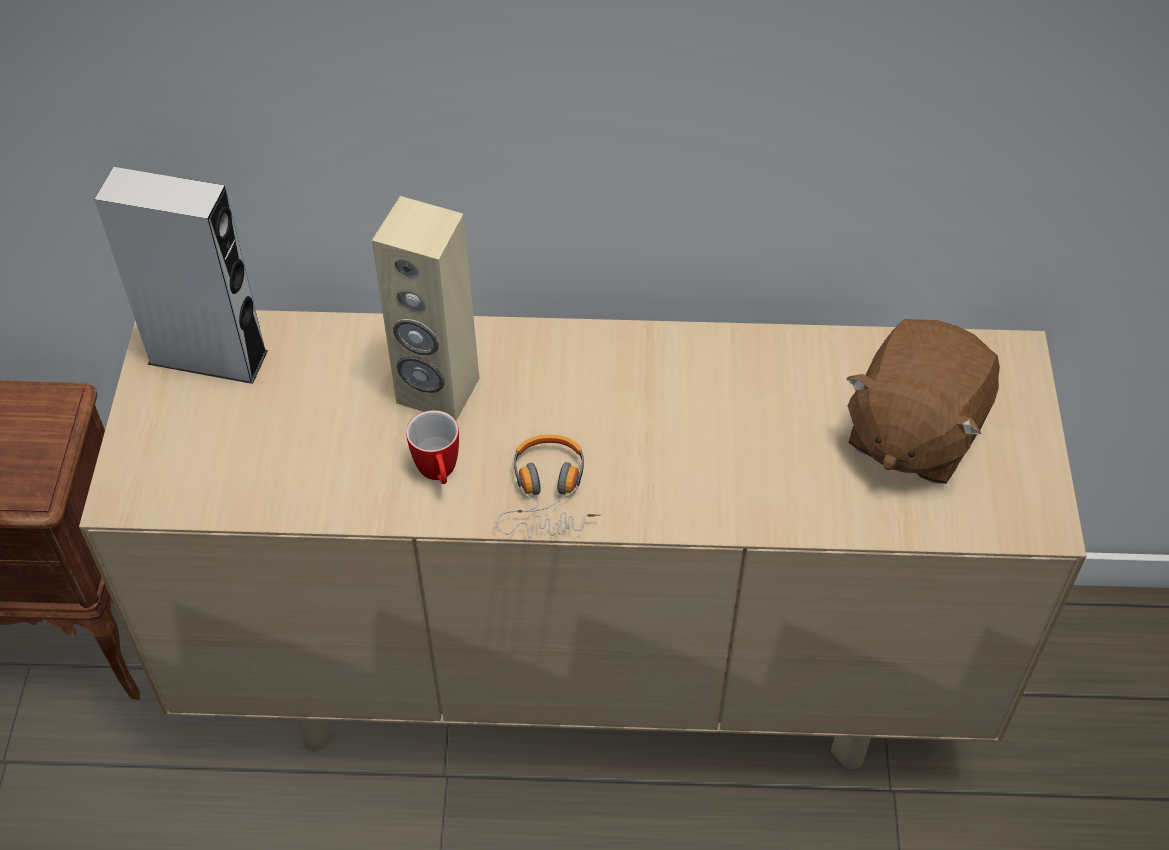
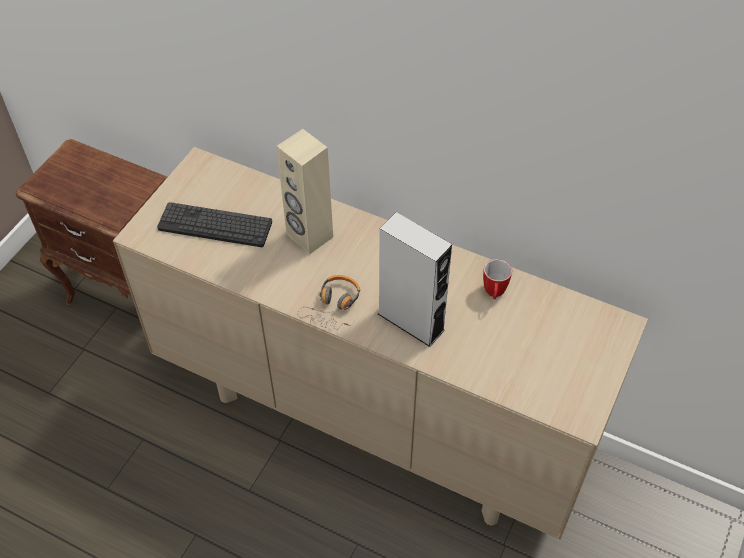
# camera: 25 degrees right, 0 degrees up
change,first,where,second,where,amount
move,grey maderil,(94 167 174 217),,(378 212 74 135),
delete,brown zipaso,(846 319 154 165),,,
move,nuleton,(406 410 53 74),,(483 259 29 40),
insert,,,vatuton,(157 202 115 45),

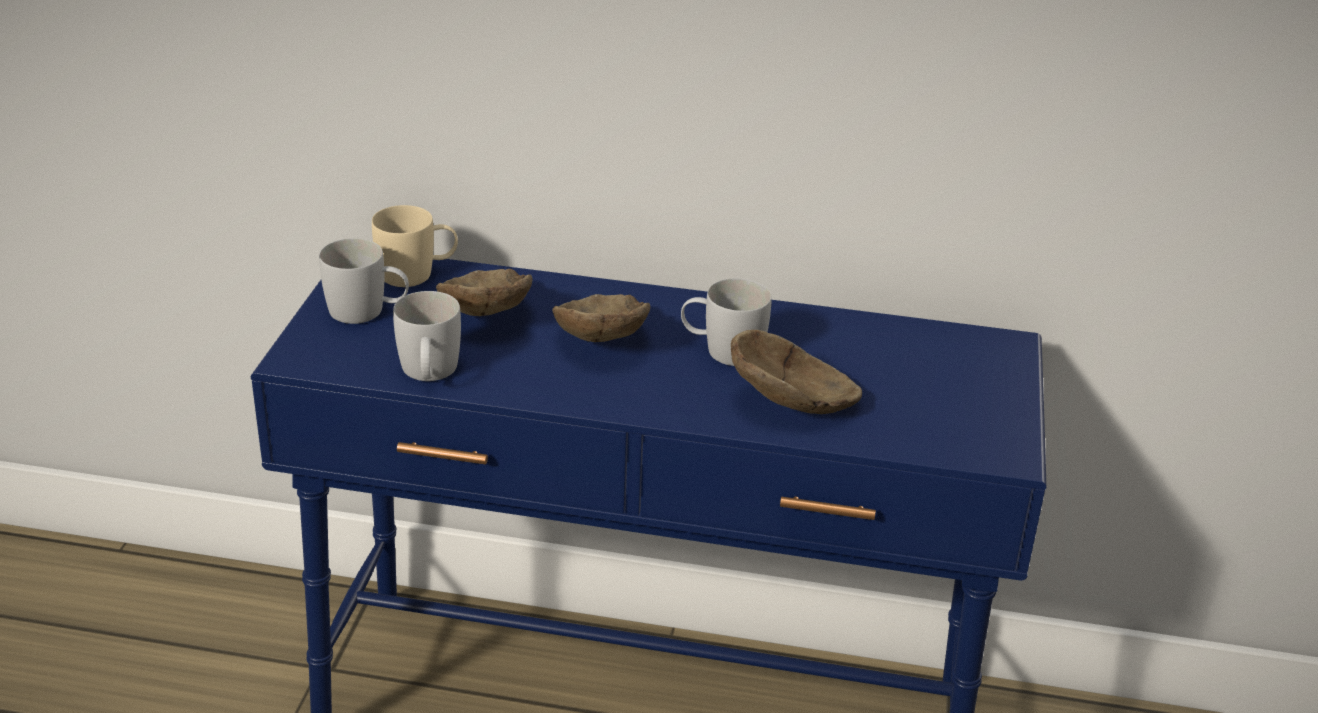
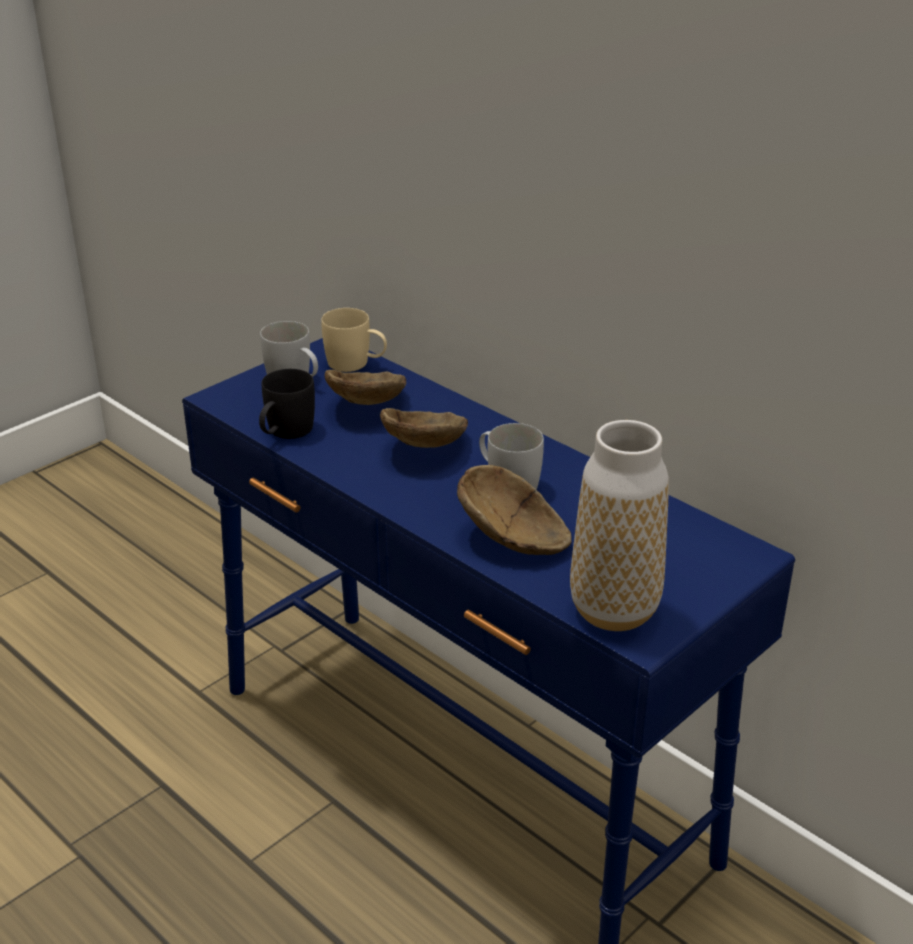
# camera: 35 degrees right, 0 degrees up
change,first,where,second,where,amount
recolor,white nuleton,(393 291 68 90),black nuleton,(259 369 56 70),
insert,,,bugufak,(570 420 99 211),

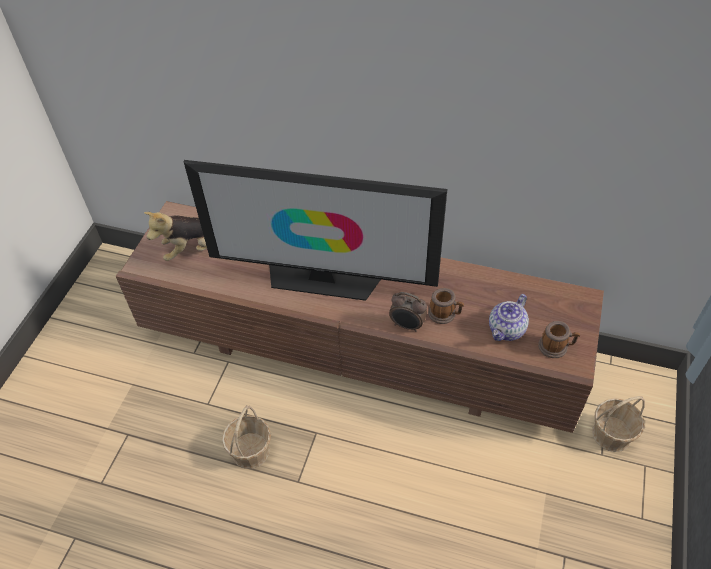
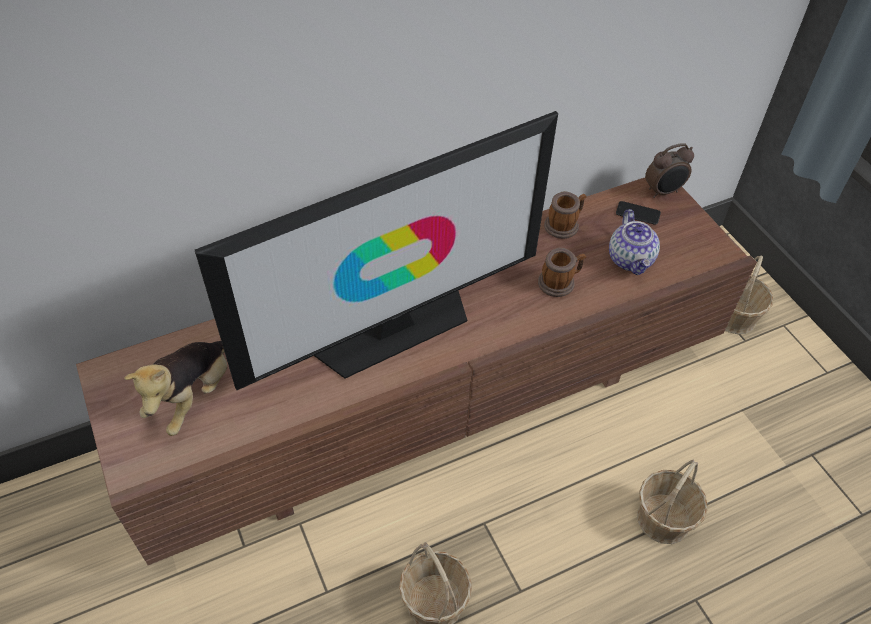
# camera: 45 degrees left, 0 degrees up
change,first,where,second,where,amount
move,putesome,(389 292 38 40),,(645 143 49 55),
move,nuleton,(538 321 42 37),,(544 191 43 48),
insert,,,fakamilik,(616 201 45 24),
insert,,,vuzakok,(637 459 71 85),

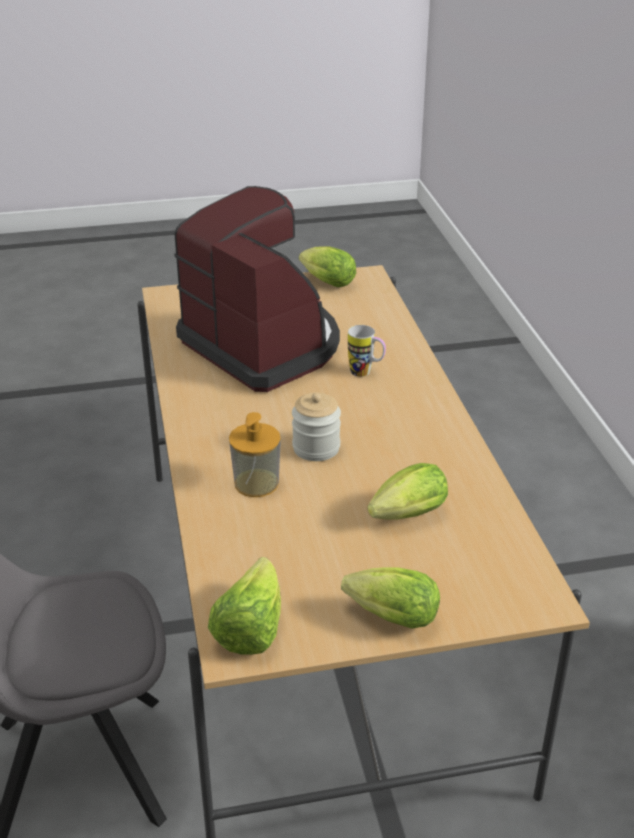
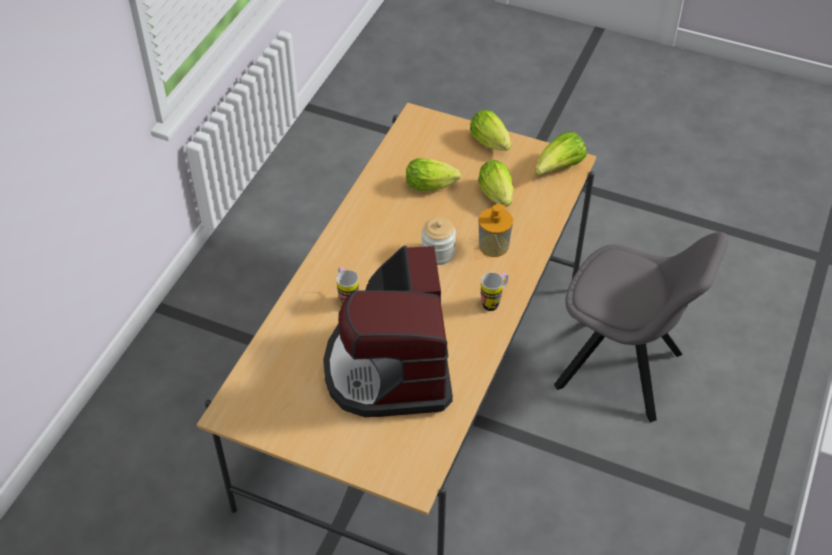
# camera: 145 degrees left, 15 degrees up
change,first,where,second,where,amount
move,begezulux,(299 246 57 41),,(478 160 35 47),
insert,,,nuleton,(481 273 28 38),

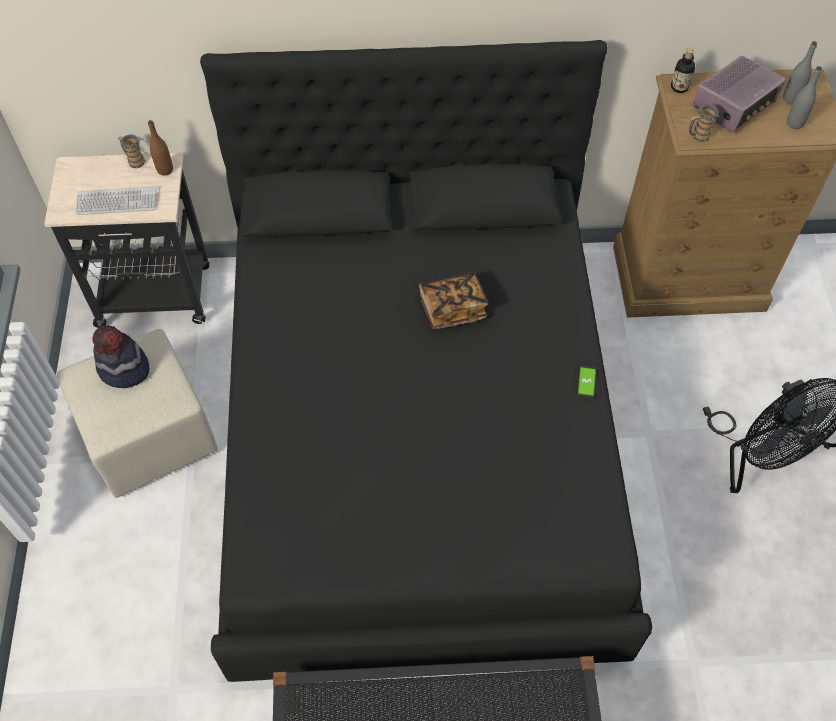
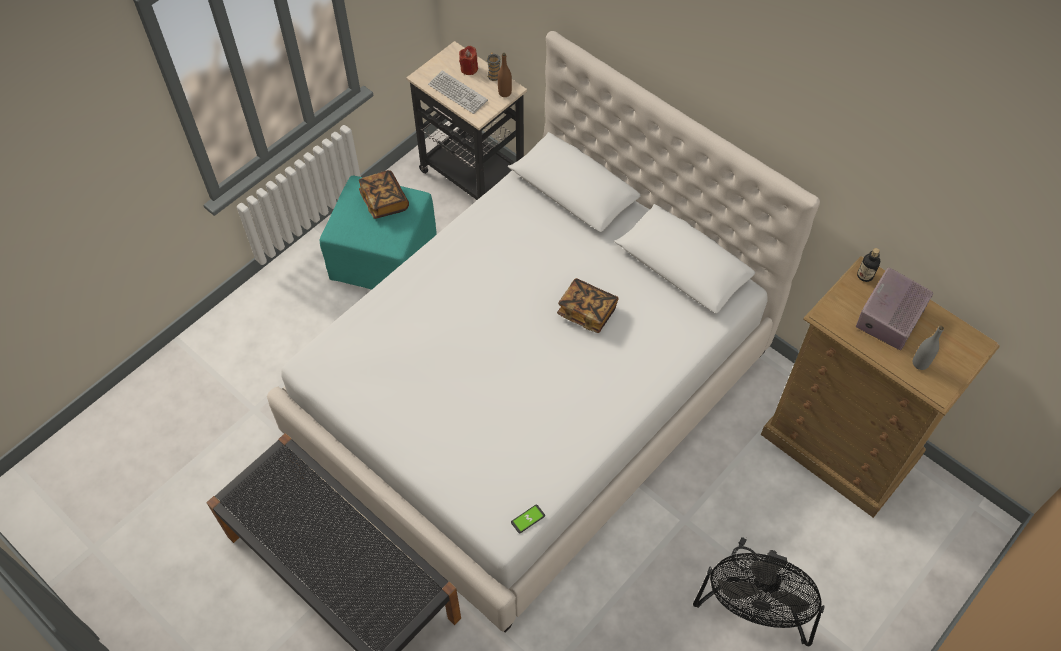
# camera: 45 degrees right, 0 degrees up
change,first,where,second,where,amount
recolor,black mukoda,(200 40 452 642),white mukoda,(267 31 553 602),
delete,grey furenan,(783 41 34 64),,,
rotate,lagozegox,(692 56 94 77),,(856 268 77 82),120 degrees clockwise
delete,nuleton,(689 104 30 38),,,
replace,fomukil,(92 325 58 63),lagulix,(359 170 50 49),
recolor,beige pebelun,(57 329 161 169),turquoise pebelun,(320 176 117 114),
move,fakamilik,(577 365 20 34),,(511 505 34 28),
insert,,,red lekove,(459 46 19 29),

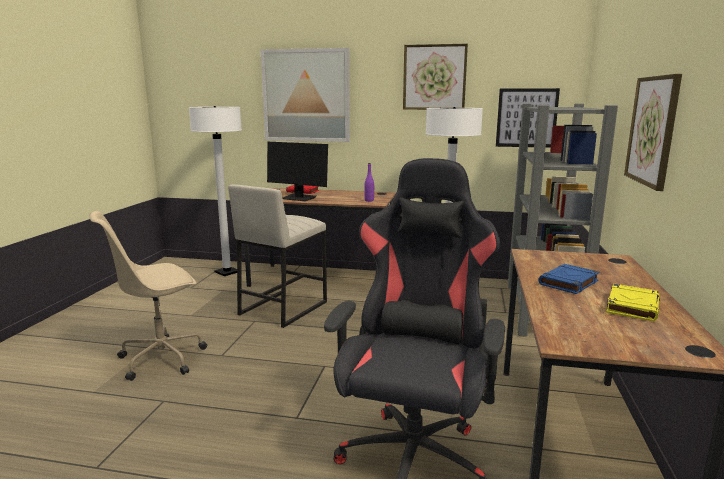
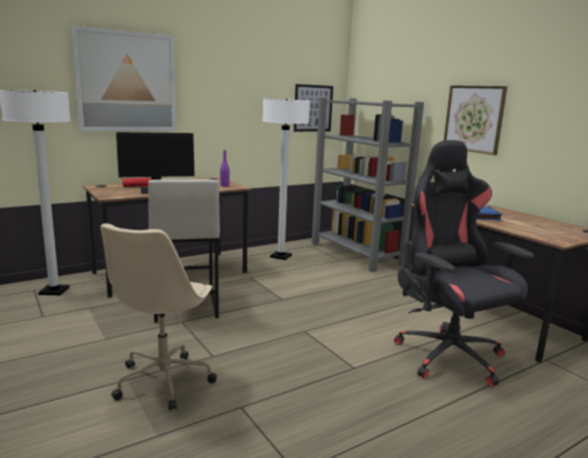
# camera: 45 degrees left, 0 degrees up
change,first,where,second,where,amount
delete,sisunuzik,(403 44 65 66),,,
delete,yellow lagulix,(606 284 54 37),,,

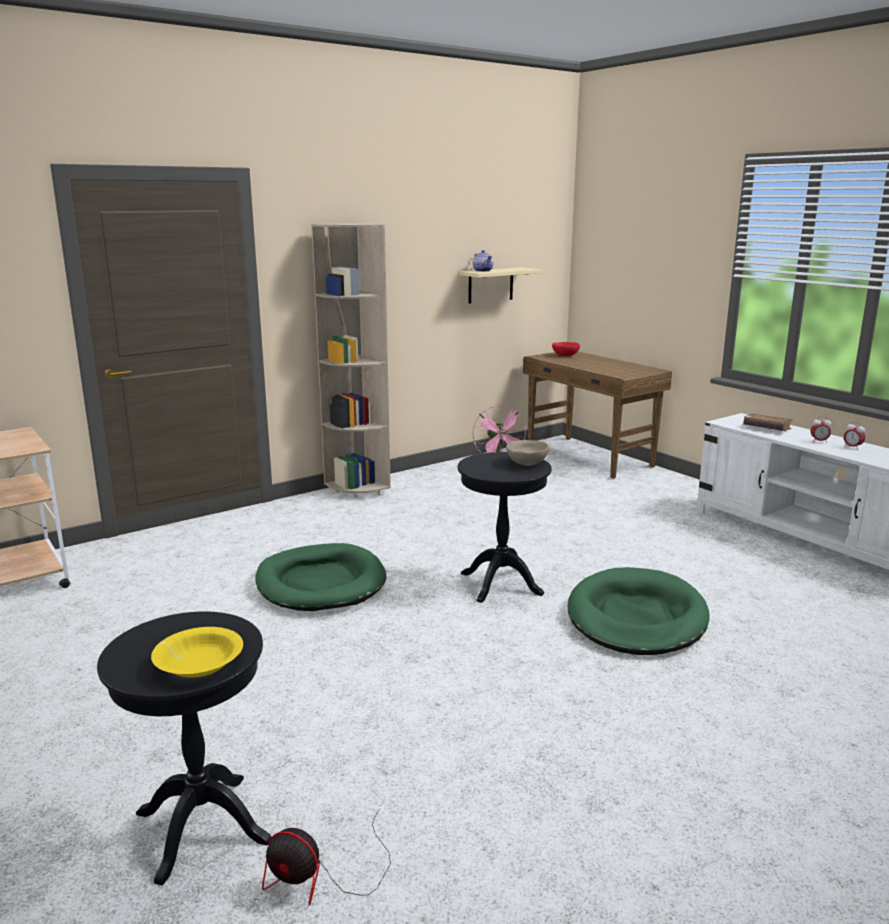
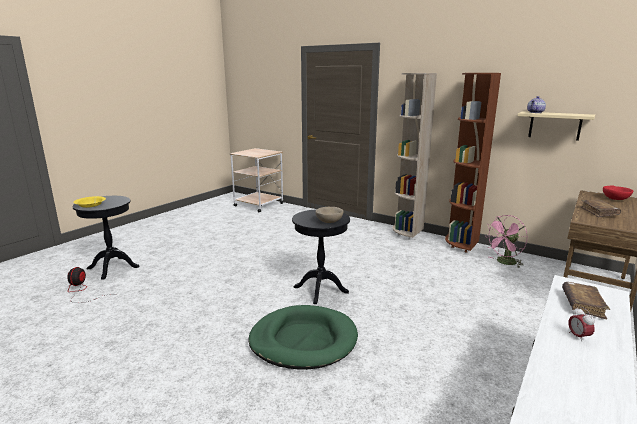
# camera: 70 degrees right, 0 degrees up
change,first,where,second,where,amount
delete,putesome,(844 422 21 28),,,
delete,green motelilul,(255 543 132 68),,,
insert,,,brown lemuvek,(445 73 56 180),
insert,,,brown lagulix,(581 200 40 17),

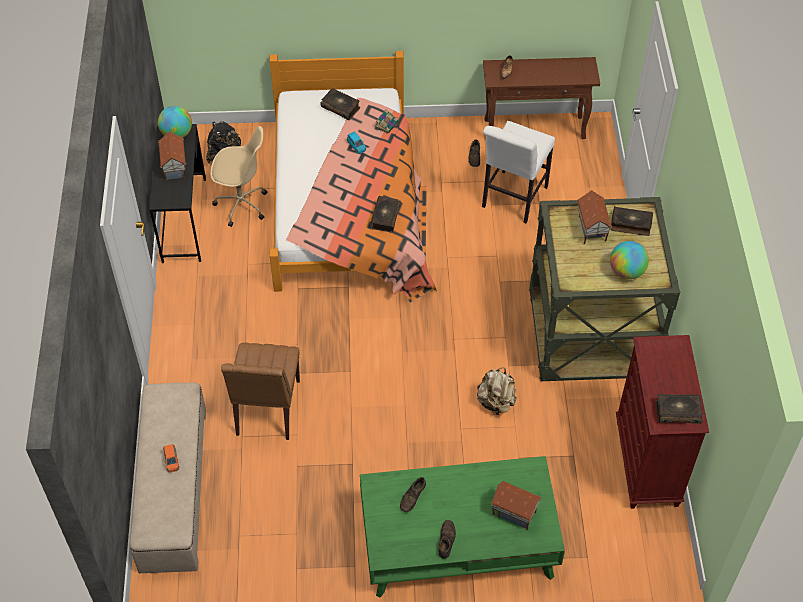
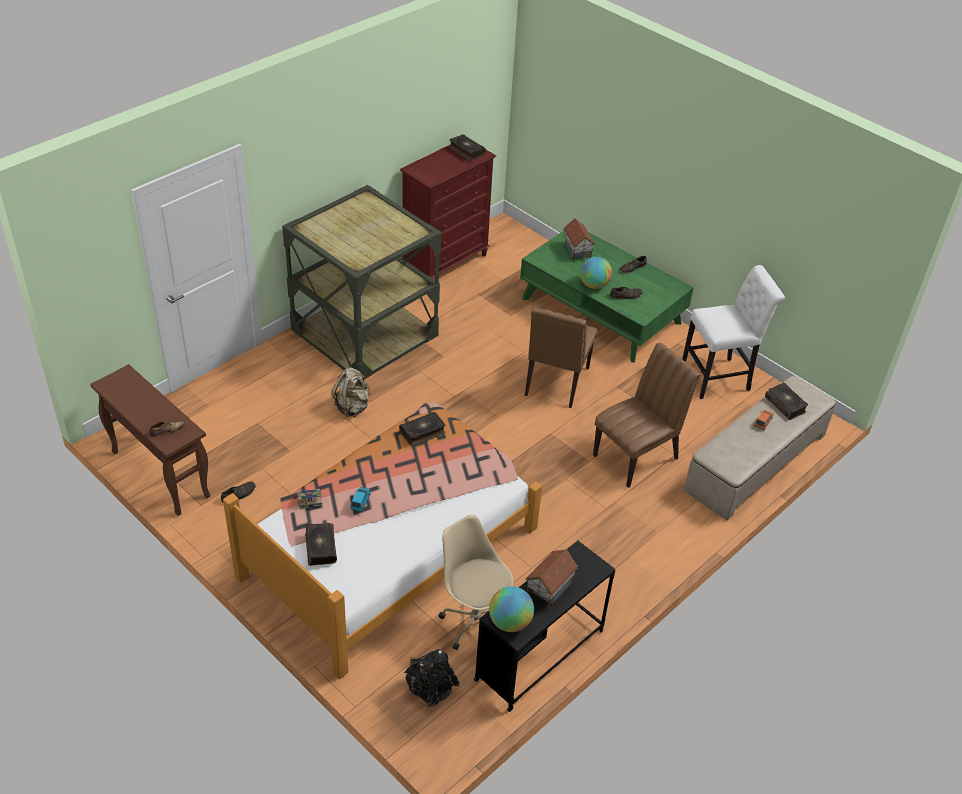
# camera: 135 degrees left, 10 degrees down
change,first,where,second,where,amount
move,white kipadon,(482 121 73 102),,(682 265 103 134),
delete,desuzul,(577 190 35 54),,,
move,lagulix,(611 206 42 30),,(765 383 43 37),
move,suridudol,(610 241 39 38),,(580 257 32 32),
move,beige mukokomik,(477 367 40 48),,(331 368 39 49),
insert,,,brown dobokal,(525 307 73 101),

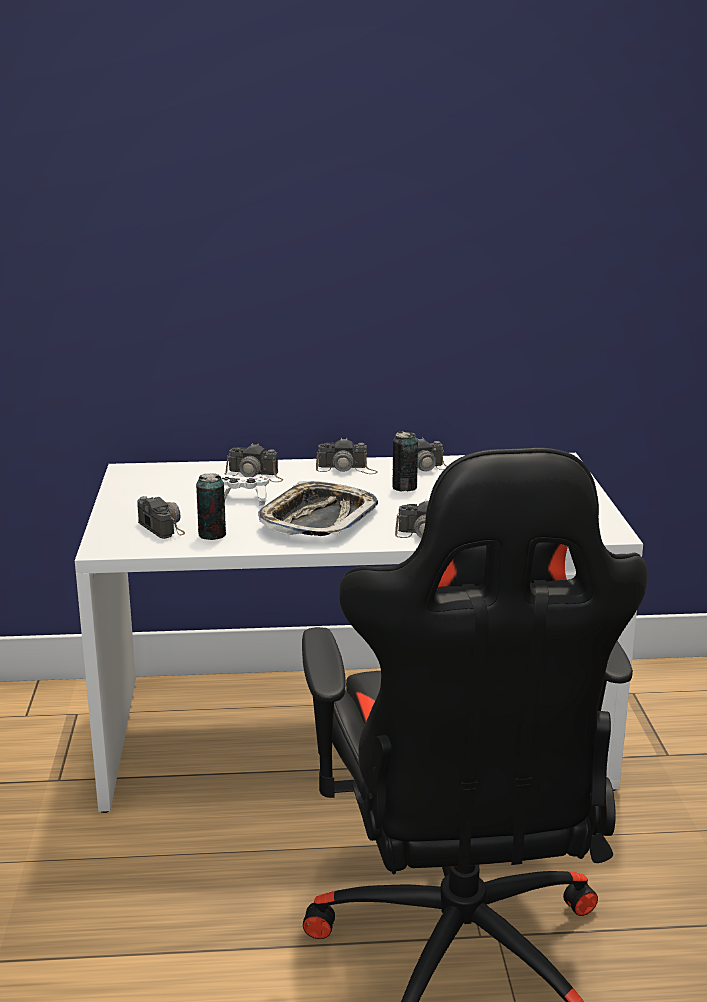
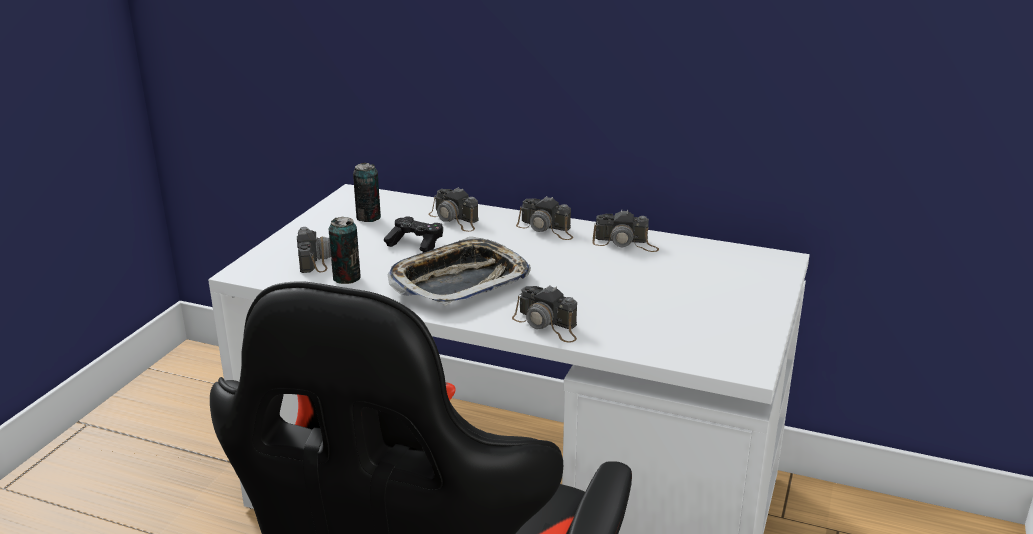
# camera: 25 degrees right, 5 degrees up
change,first,where,second,where,amount
move,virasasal,(392 431 26 60),,(353 163 28 59),
recolor,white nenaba,(221 475 48 30),black nenaba,(384 216 59 37),

